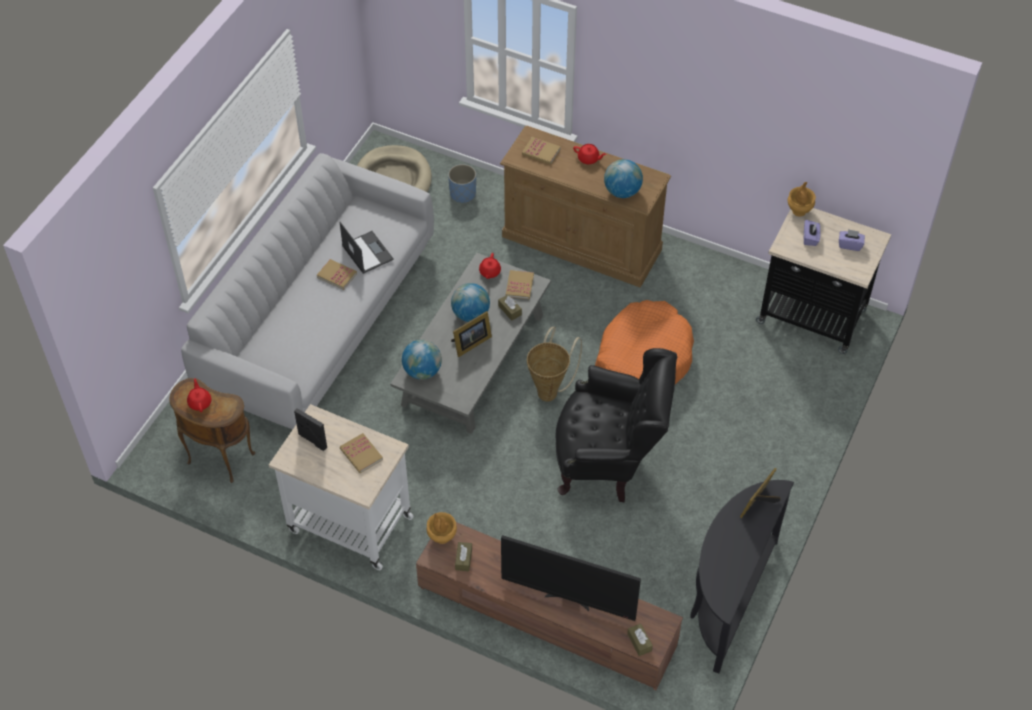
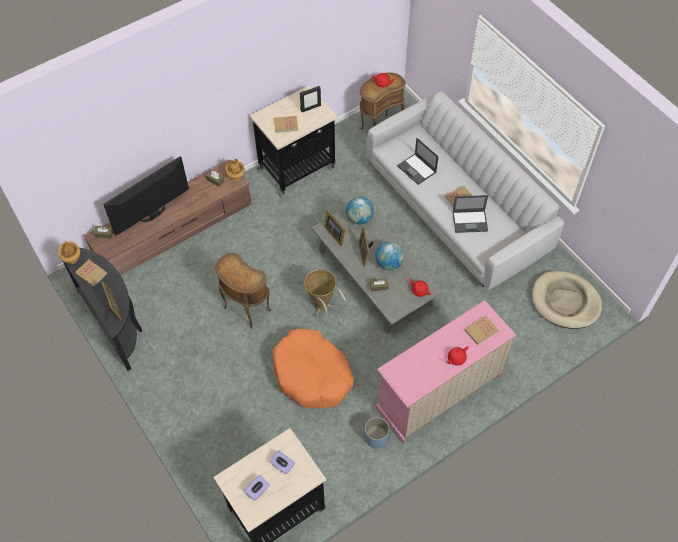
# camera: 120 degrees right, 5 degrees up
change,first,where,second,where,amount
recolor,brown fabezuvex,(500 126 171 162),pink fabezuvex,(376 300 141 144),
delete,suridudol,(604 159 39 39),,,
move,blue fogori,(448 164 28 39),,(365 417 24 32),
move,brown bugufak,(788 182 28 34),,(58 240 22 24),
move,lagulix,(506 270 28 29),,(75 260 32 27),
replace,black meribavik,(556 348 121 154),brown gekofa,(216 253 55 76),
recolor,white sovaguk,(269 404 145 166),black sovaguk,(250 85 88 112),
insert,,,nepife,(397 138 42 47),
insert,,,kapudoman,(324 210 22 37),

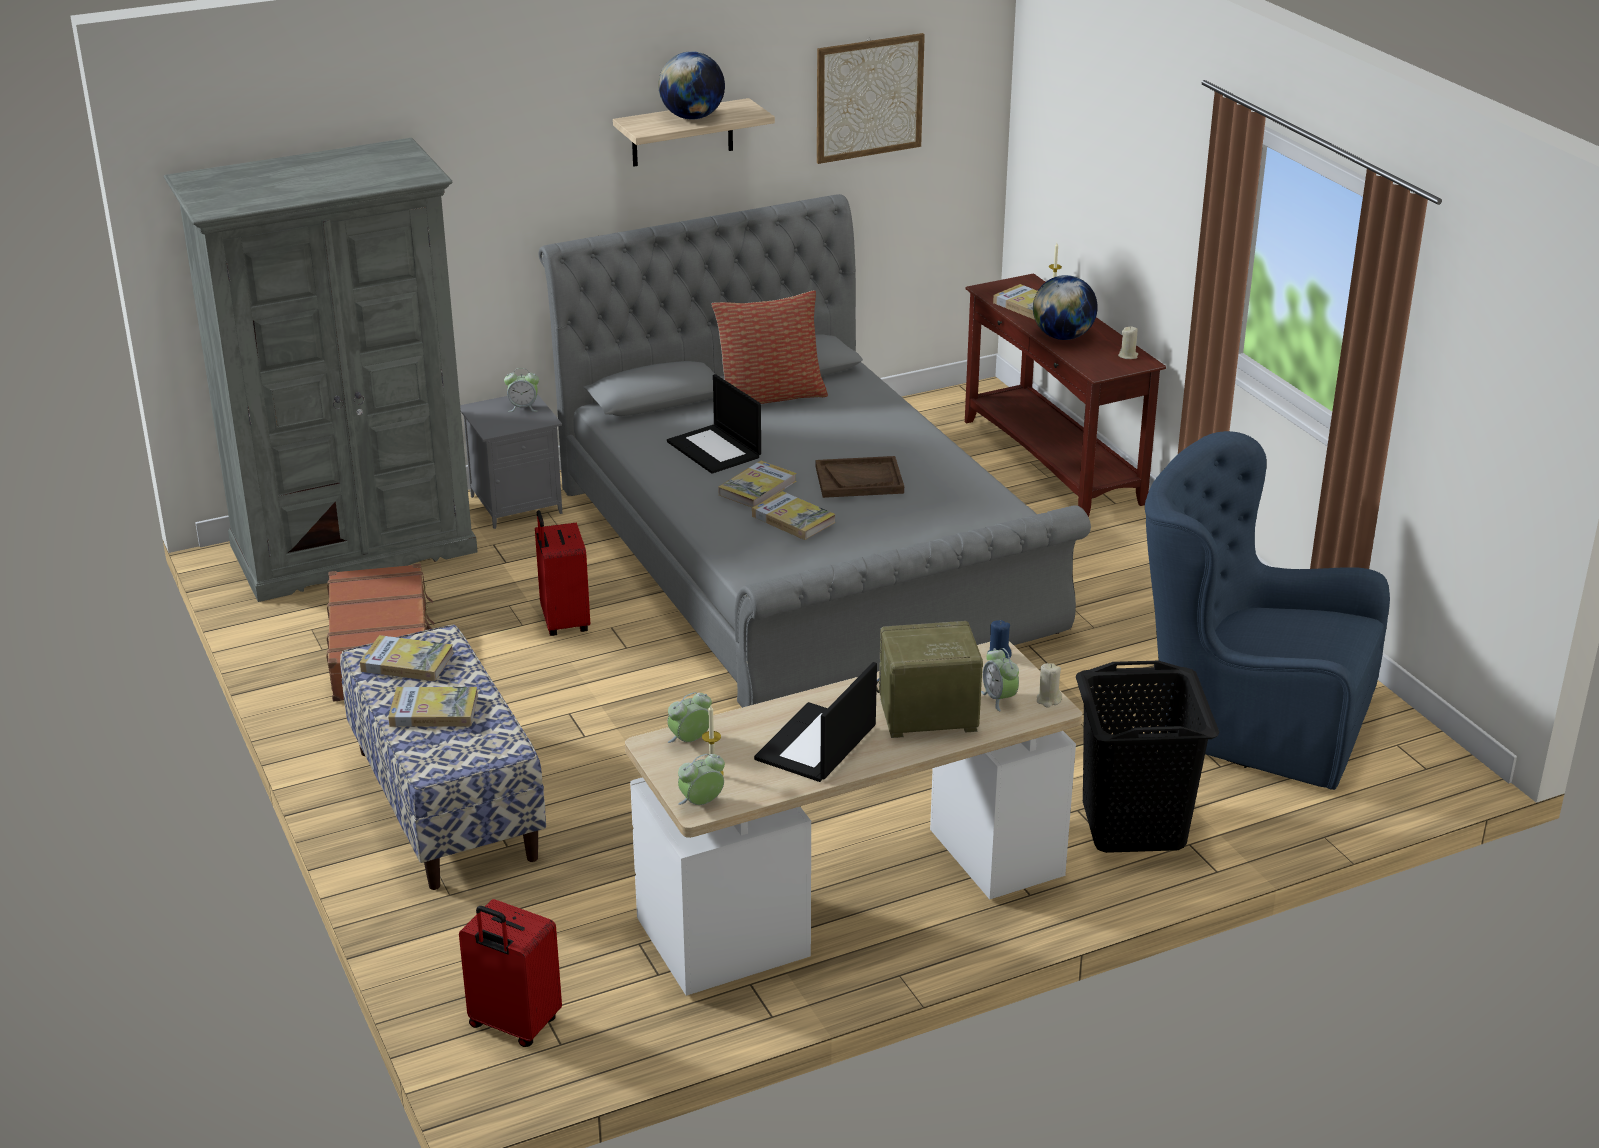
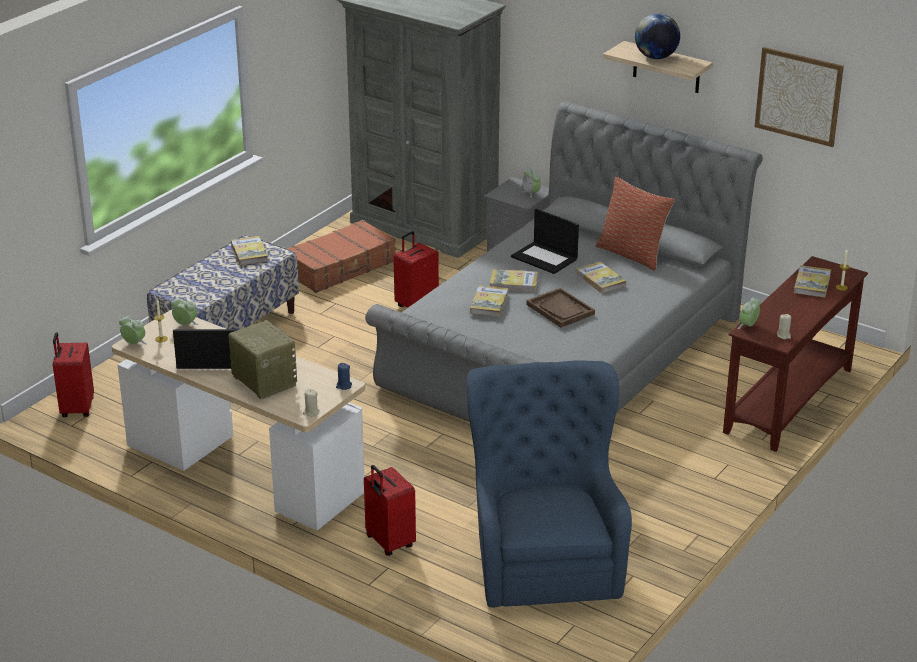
# camera: 60 degrees right, 0 degrees up
change,first,where,second,where,amount
delete,suridudol,(1033 275 65 65),,,
rotate,nepife,(667 374 94 100),,(511 209 68 65),75 degrees counterclockwise
move,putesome,(981 648 38 63),,(738 297 22 32),
replace,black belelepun,(1076 661 143 192),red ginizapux,(364 465 52 91),
move,lagulix,(388 687 90 40),,(576 262 50 31),

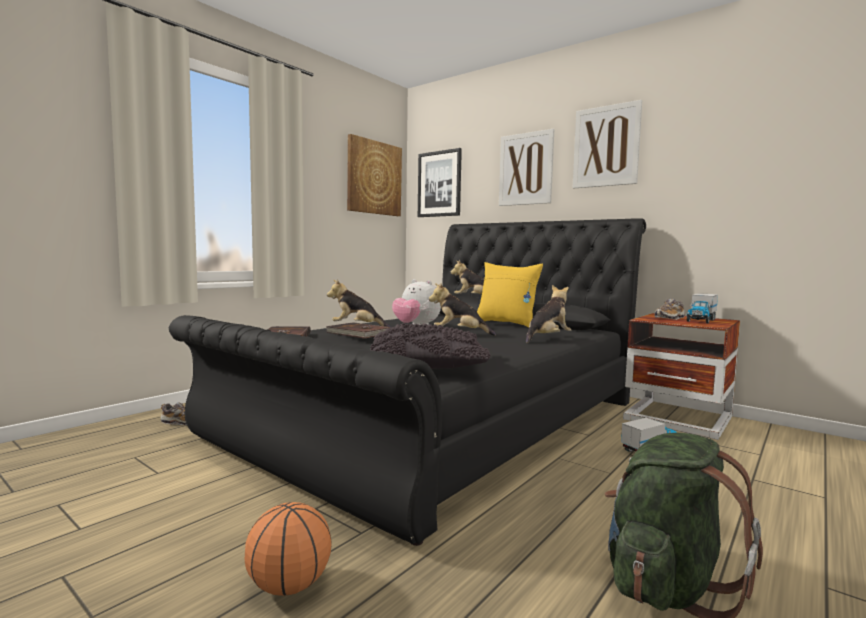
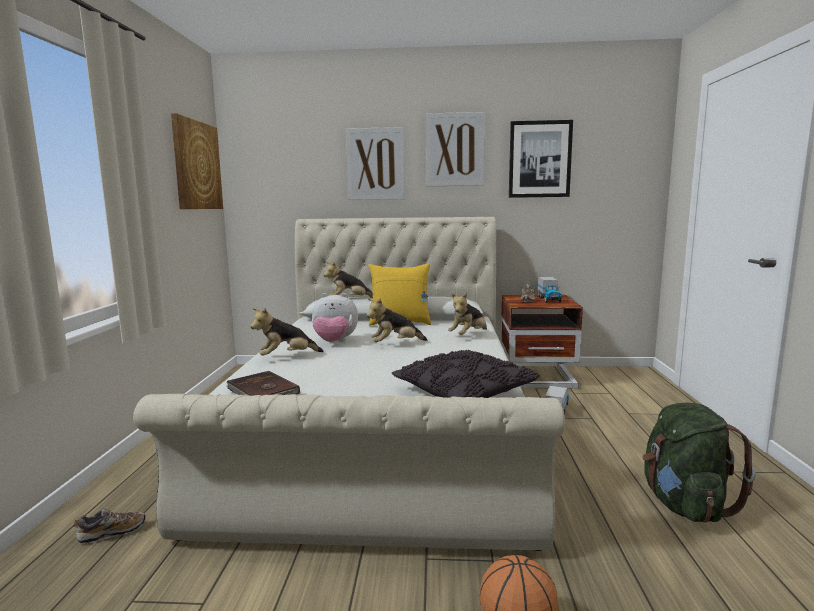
# camera: 35 degrees left, 5 degrees up
change,first,where,second,where,amount
move,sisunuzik,(418 148 44 69),,(509 120 64 78),
recolor,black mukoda,(169 218 477 328),beige mukoda,(133 217 432 334),
rotate,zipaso,(526 285 45 58),,(448 293 39 42),150 degrees counterclockwise
delete,brown lagulix,(326 322 64 17),,,

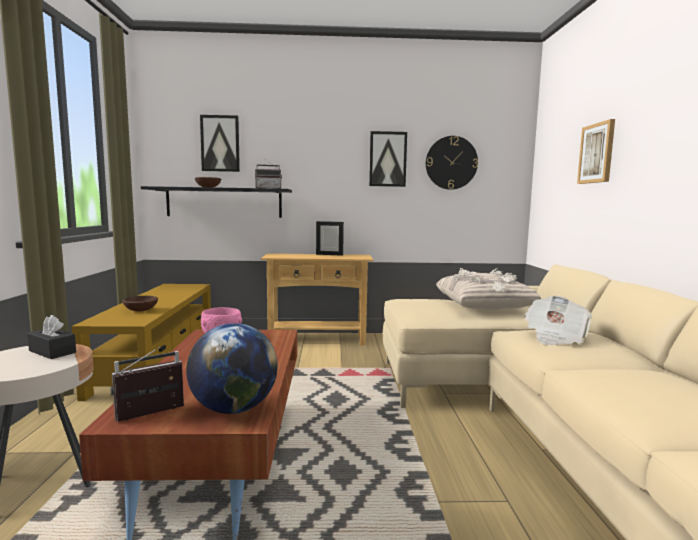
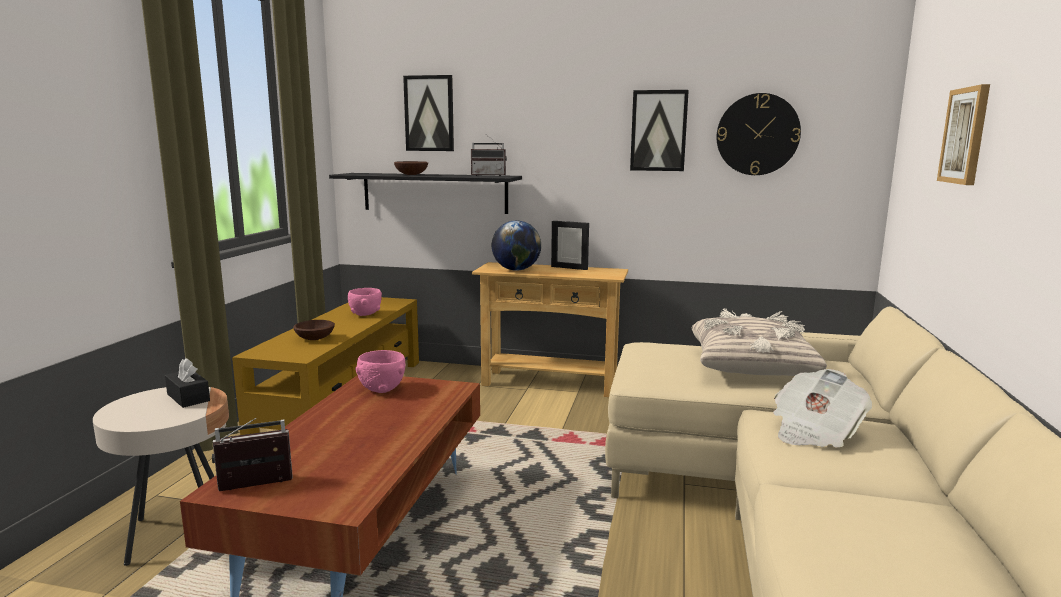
# camera: 15 degrees right, 5 degrees up
change,first,where,second,where,amount
move,suridudol,(186 323 92 91),,(492 220 49 51),
insert,,,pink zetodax,(348 288 34 28),

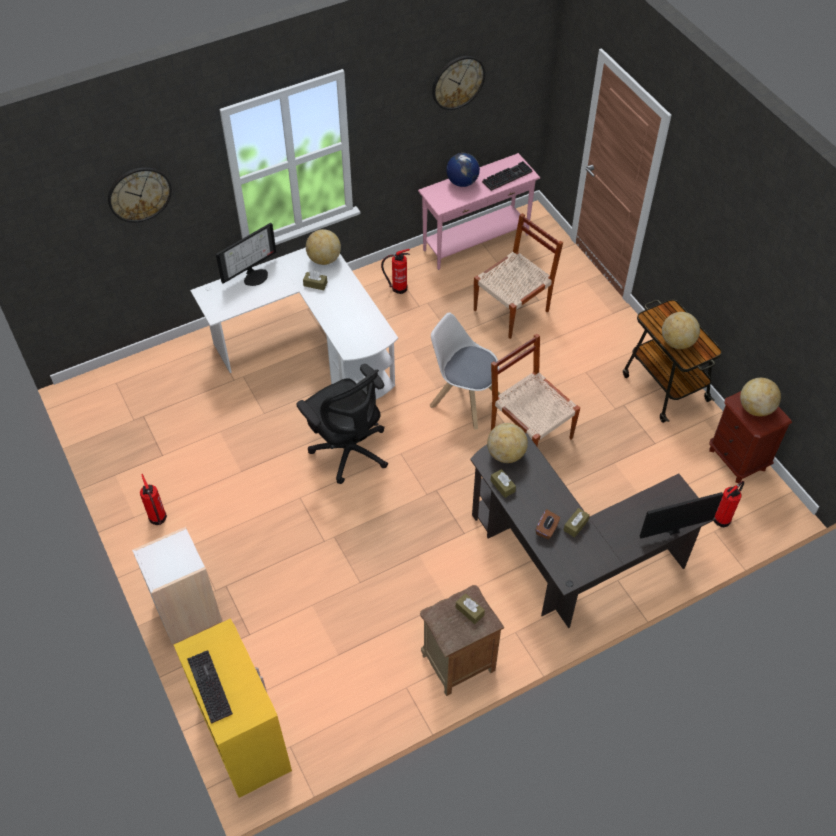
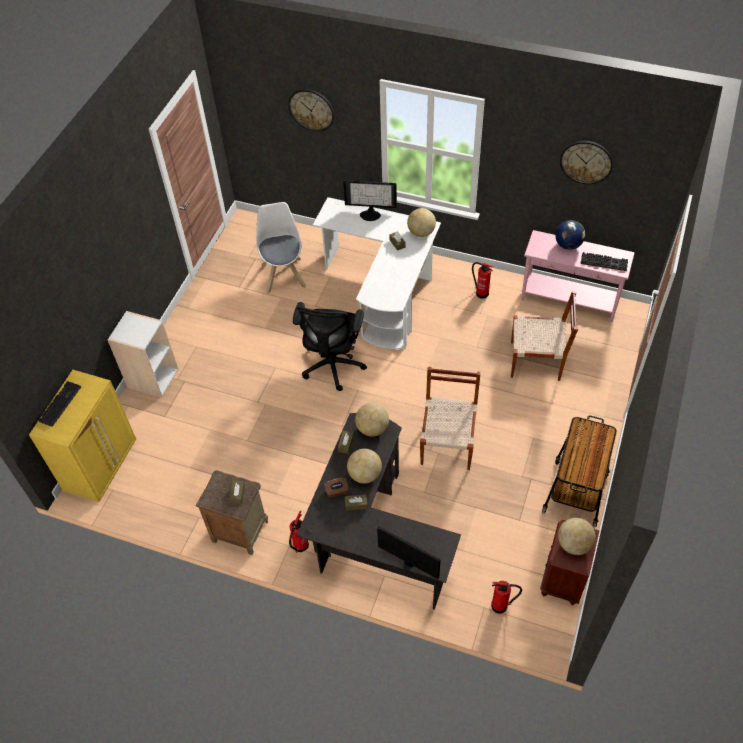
# camera: 50 degrees right, 0 degrees up
change,first,where,second,where,amount
move,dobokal,(430 312 71 117),,(256 202 50 92),
move,suridudol,(662 312 38 37),,(347 449 35 35),
move,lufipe,(140 474 27 51),,(289 511 20 41),

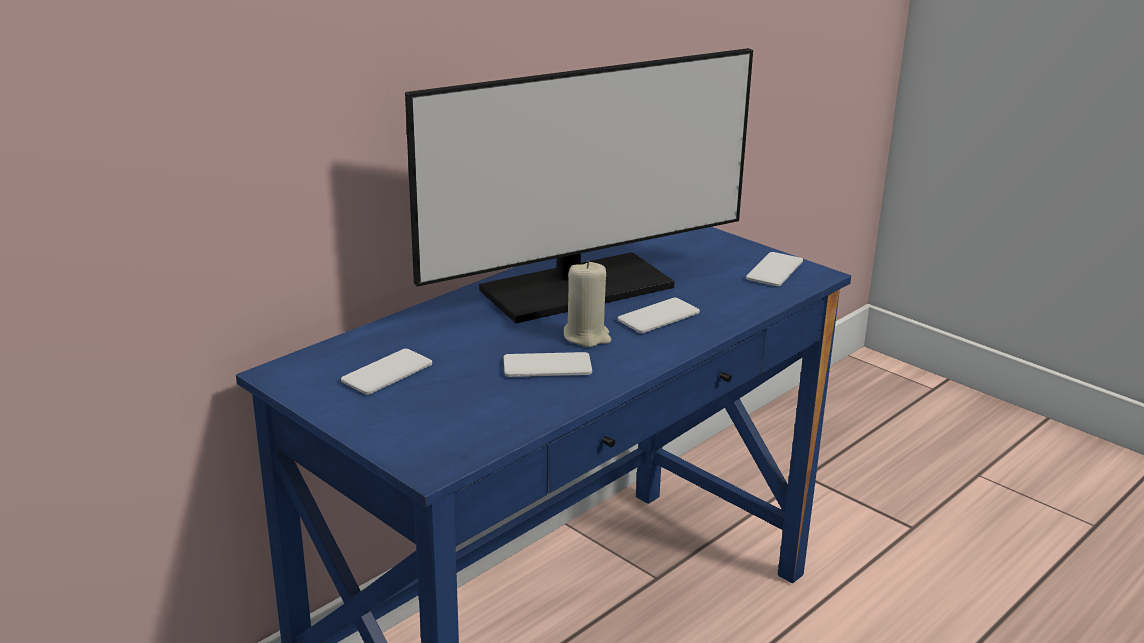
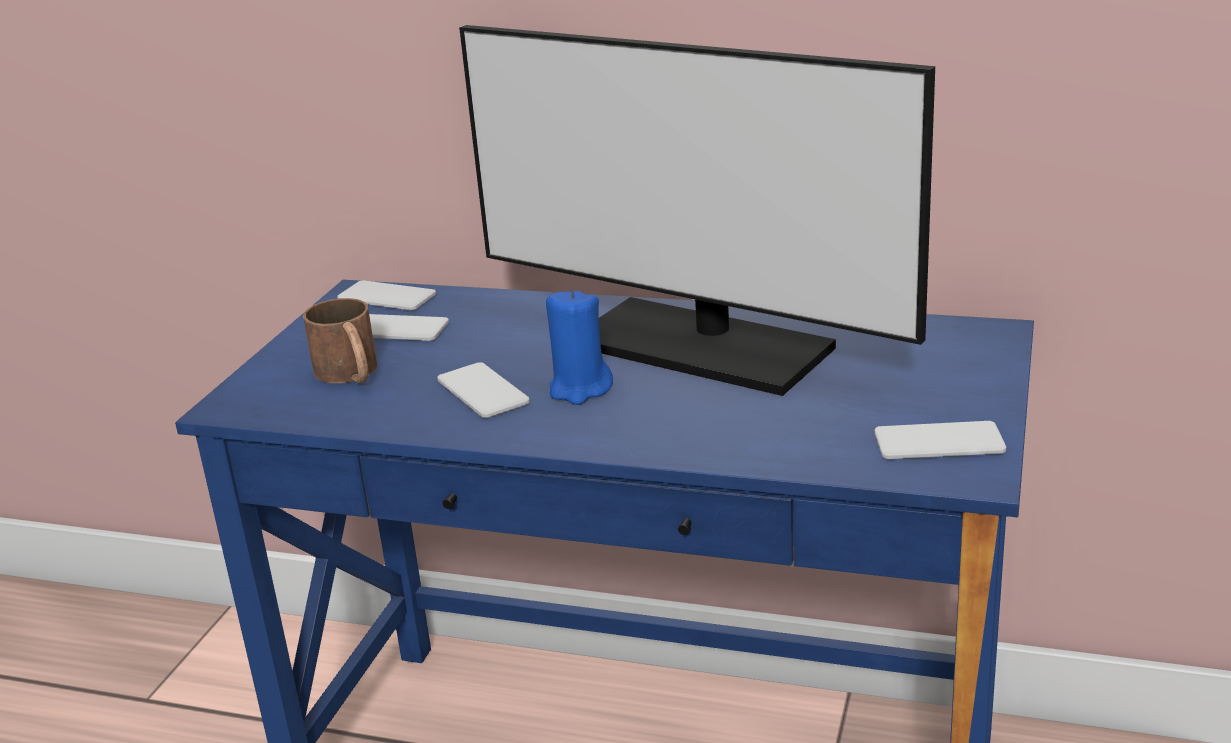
# camera: 65 degrees right, 0 degrees up
change,first,where,second,where,amount
recolor,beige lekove,(564 261 47 86),blue lekove,(546 289 67 116),
move,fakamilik,(618 298 82 35),,(337 280 99 30),
insert,,,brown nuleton,(303 298 74 85),

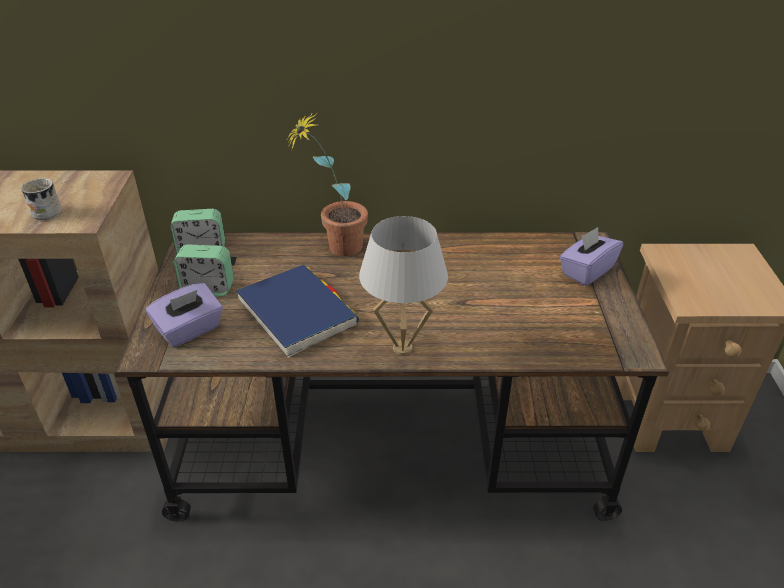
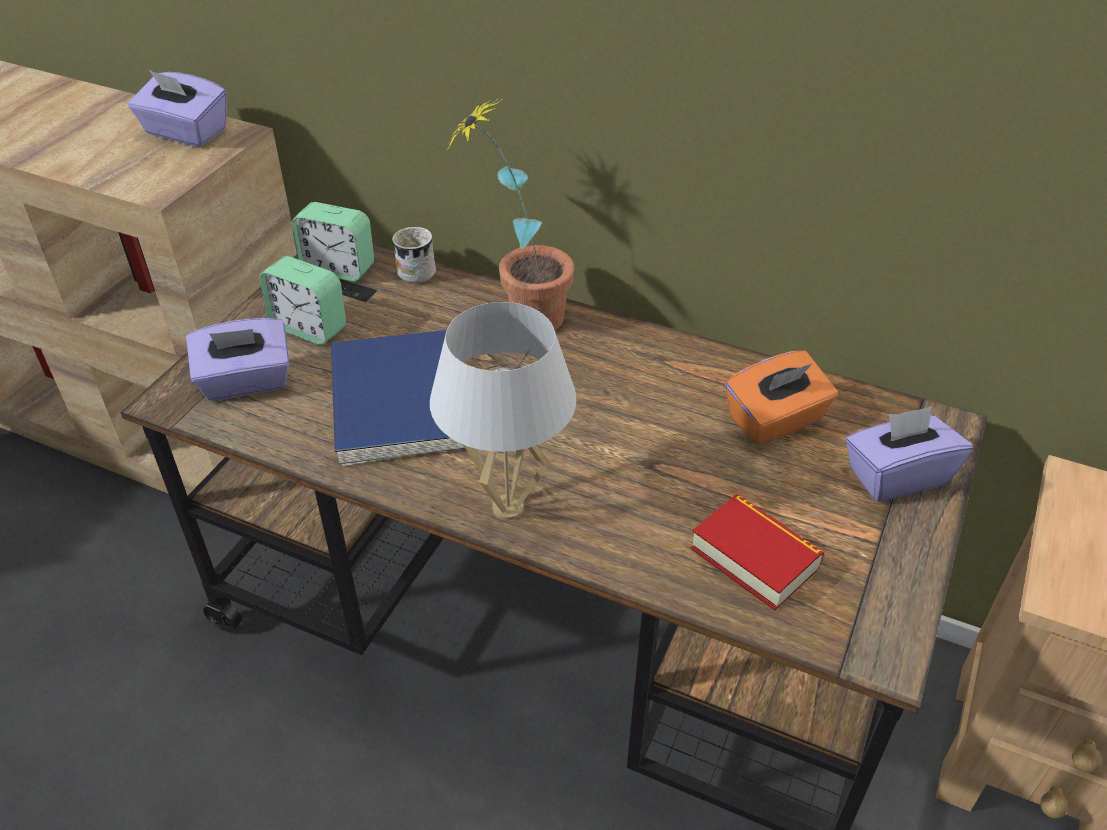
# camera: 25 degrees right, 5 degrees up
change,first,where,second,where,amount
move,white nuleton,(21 178 41 42),,(392 227 44 56),
insert,,,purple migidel,(128 70 99 77),
insert,,,orange migidel,(725 350 113 95),
insert,,,lagulix,(690 494 134 117),

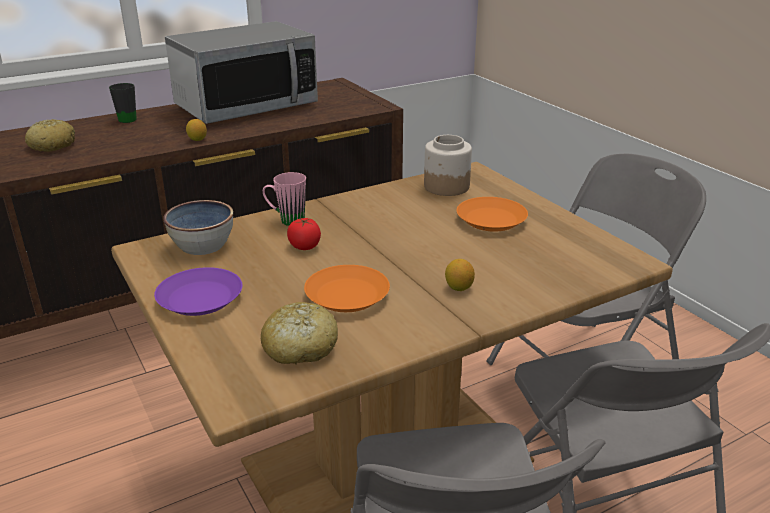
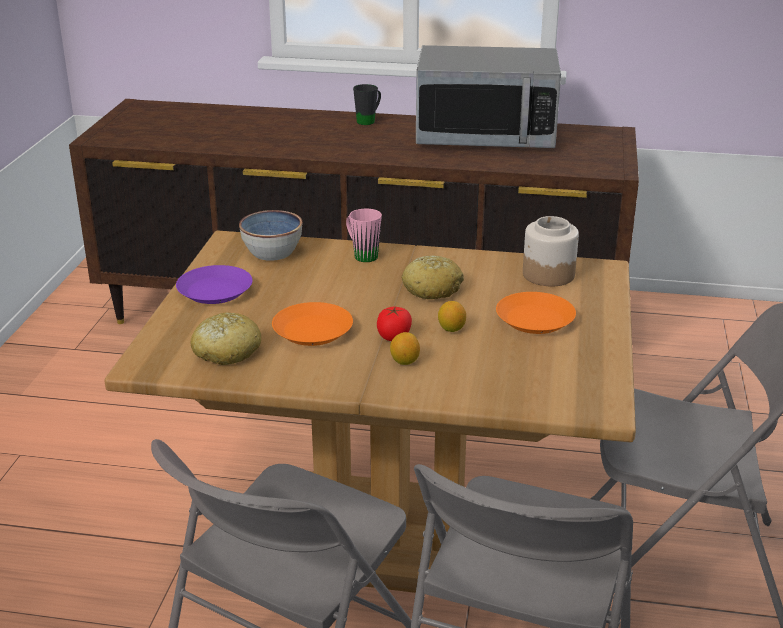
# camera: 40 degrees right, 0 degrees up
change,first,where,second,where,amount
move,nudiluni,(25 119 50 33),,(401 256 63 43),
move,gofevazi,(186 119 21 22),,(438 301 28 31),
move,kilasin,(287 218 34 32),,(377 306 35 35),

